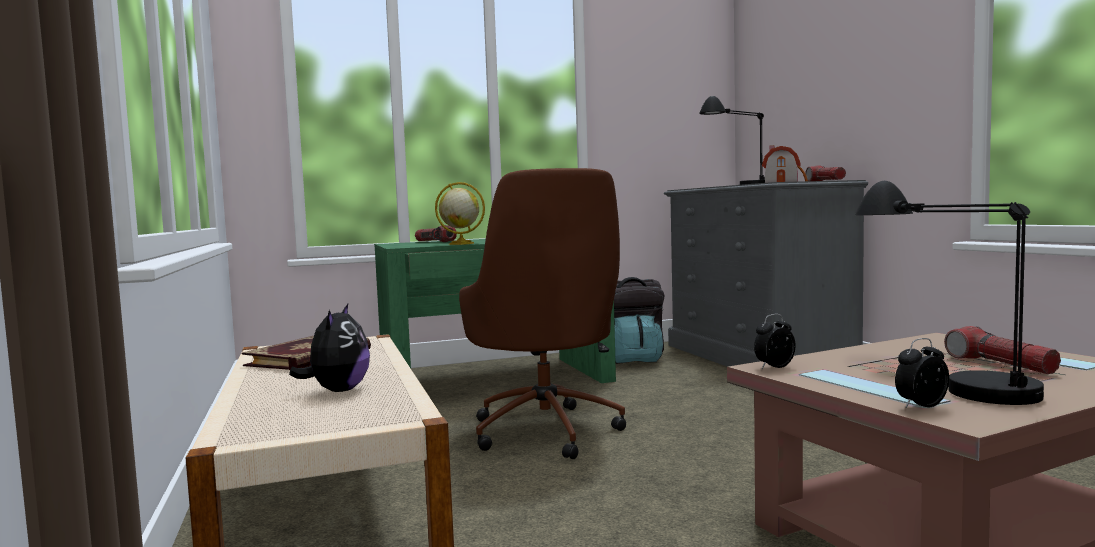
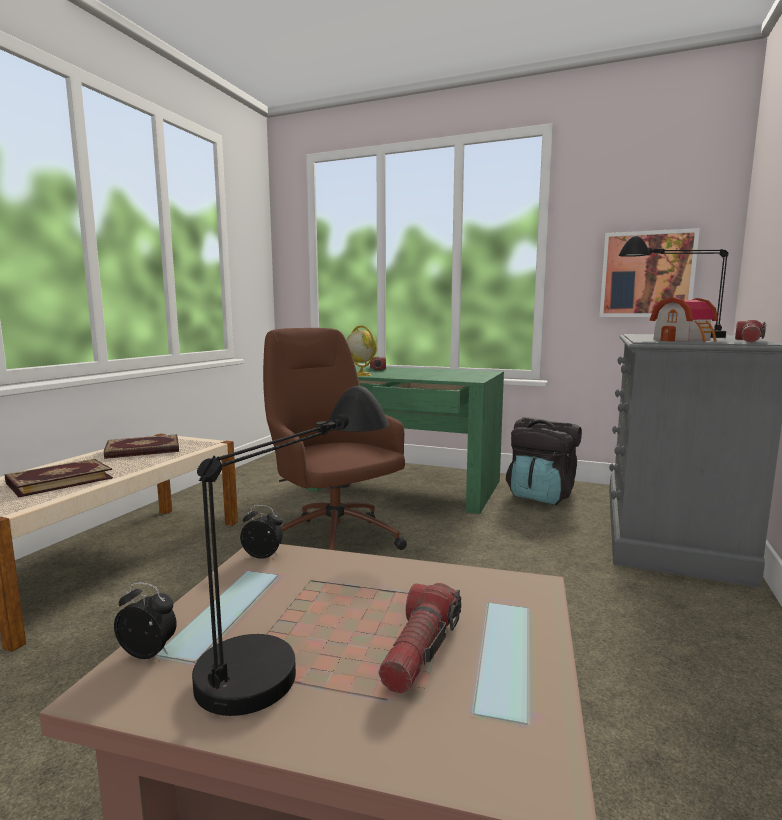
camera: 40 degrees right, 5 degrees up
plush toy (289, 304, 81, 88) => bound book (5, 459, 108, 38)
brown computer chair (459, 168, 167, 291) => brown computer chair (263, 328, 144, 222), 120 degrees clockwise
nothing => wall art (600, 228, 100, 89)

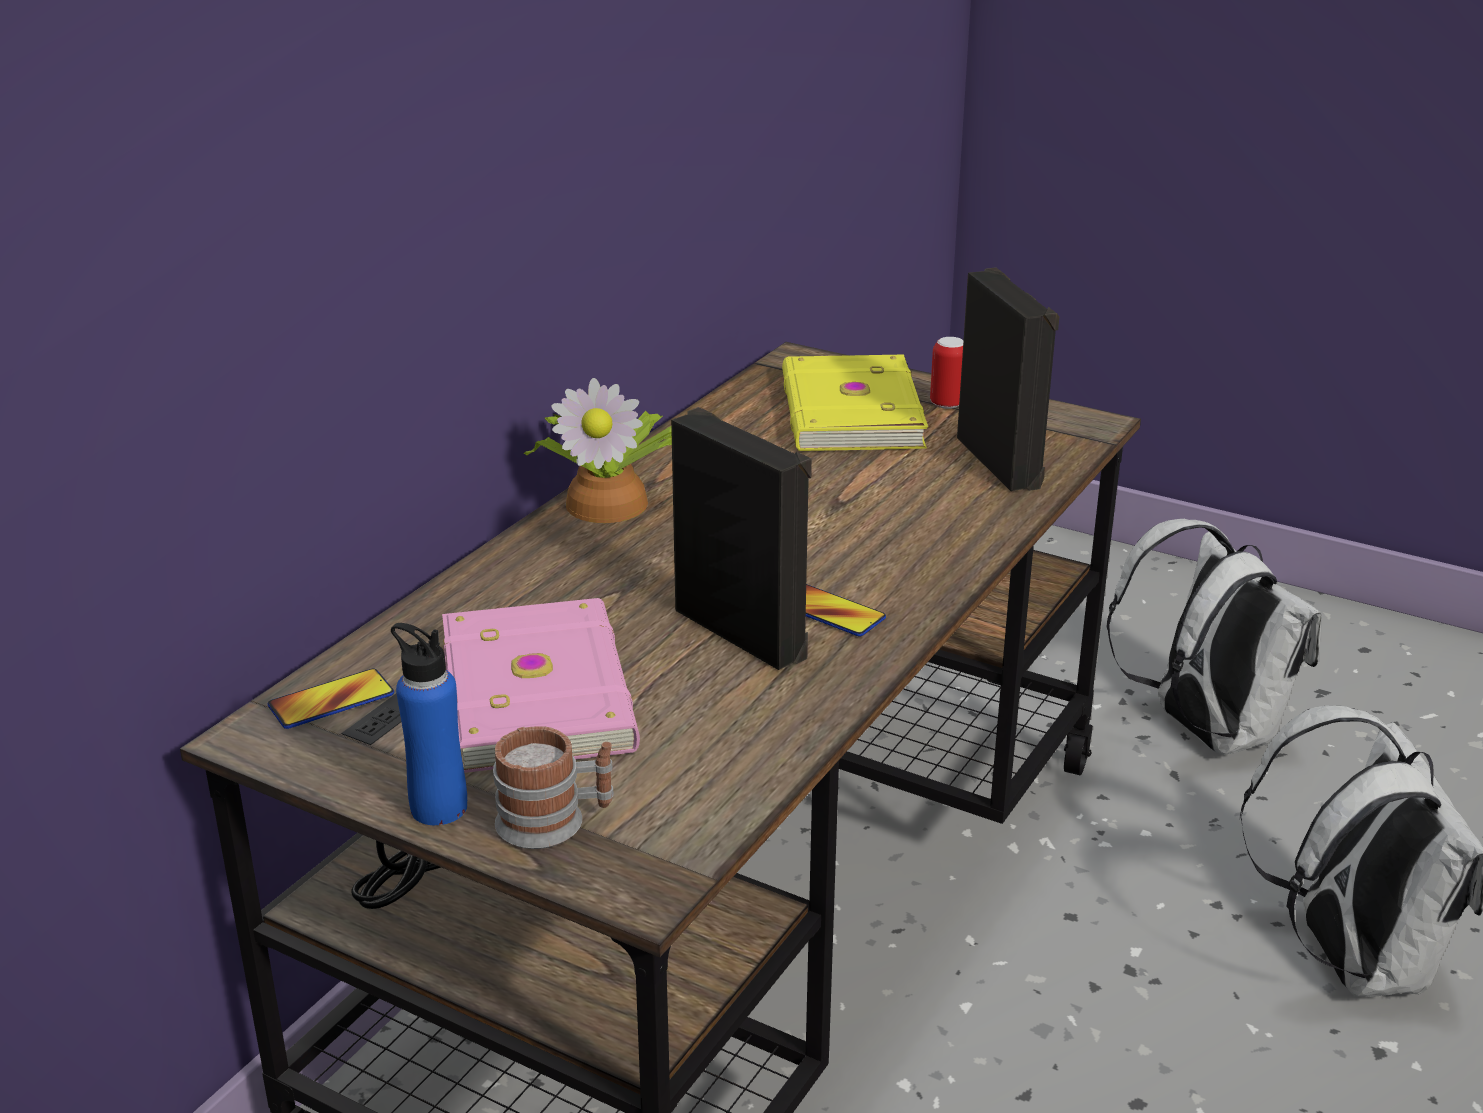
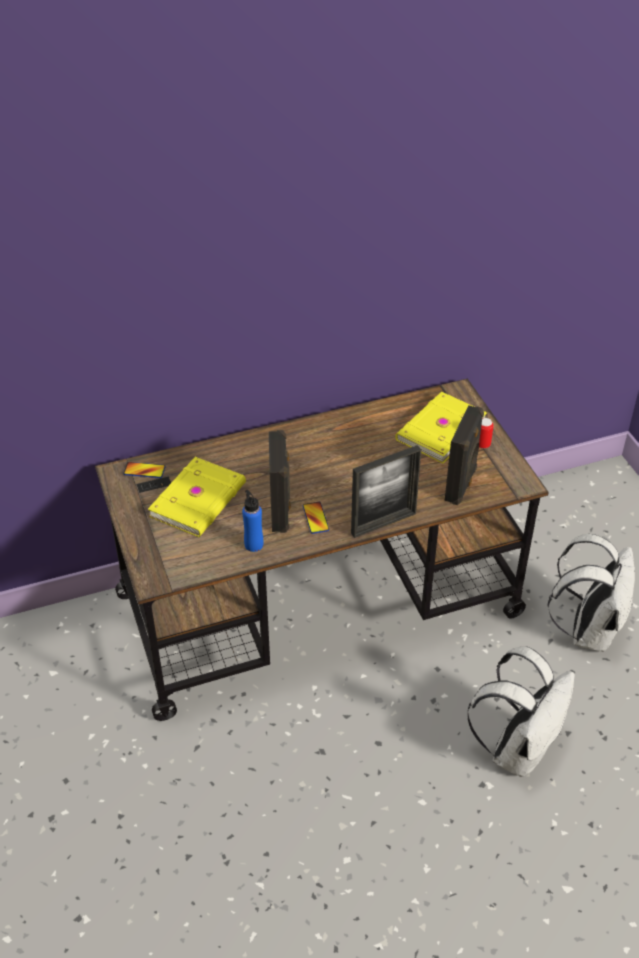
camera: 40 degrees right, 15 degrees up
pinkish bound book (442, 598, 198, 175) => yellow bound book (148, 457, 98, 80)
blue drink bottle (391, 623, 76, 202) => blue drink bottle (242, 490, 21, 62), move
nothing => standing frame (351, 445, 70, 93)
coffee mug (493, 726, 121, 123) => nothing
potted plant (523, 378, 149, 145) => nothing

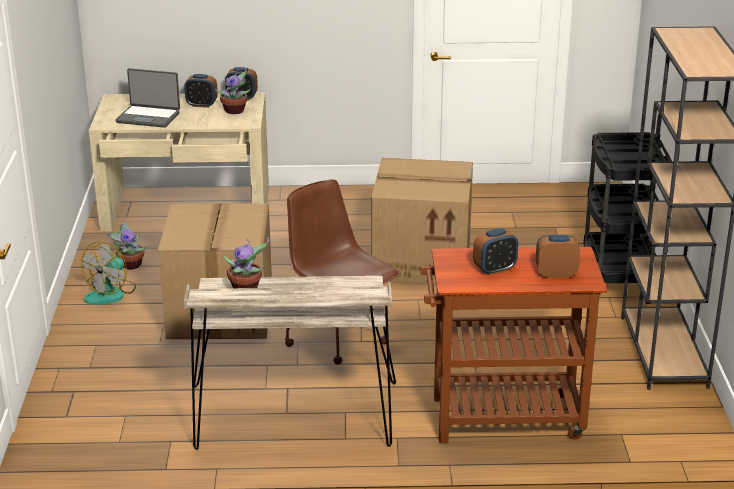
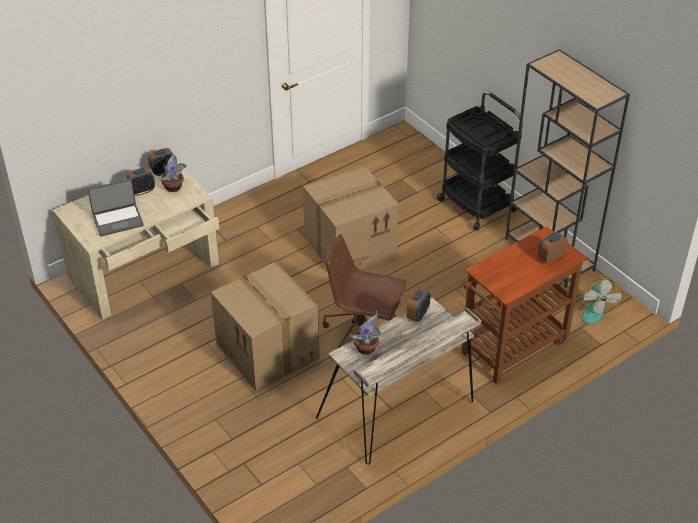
camera: 35 degrees left, 15 degrees up
bedside clock (473, 228, 45, 47) => bedside clock (406, 288, 25, 34), move
cooling fan (81, 241, 55, 63) => cooling fan (574, 278, 49, 46), move
potted plant (107, 219, 39, 50) => nothing

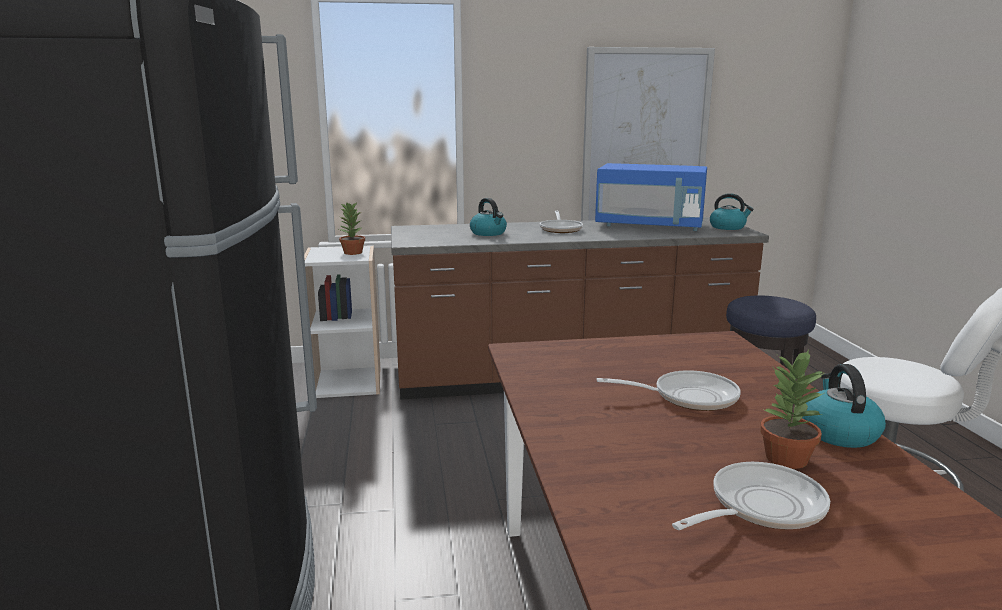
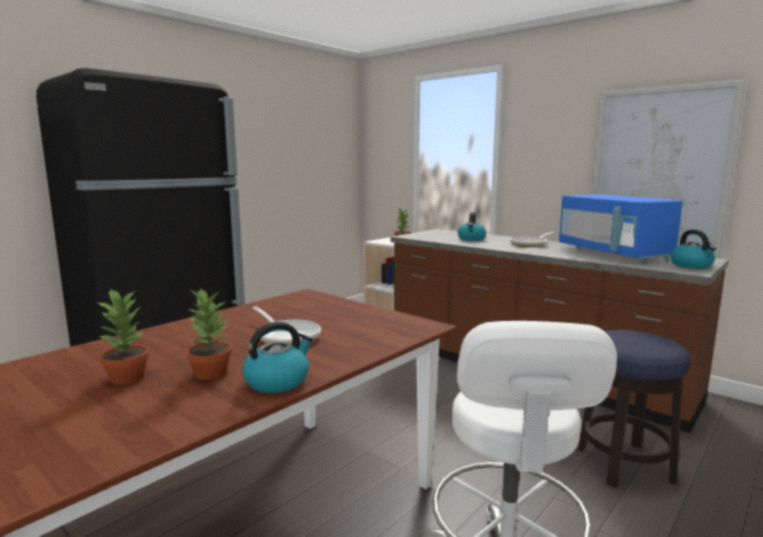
camera: 50 degrees right, 5 degrees down
frying pan (672, 462, 158, 68) => potted plant (97, 288, 53, 96)

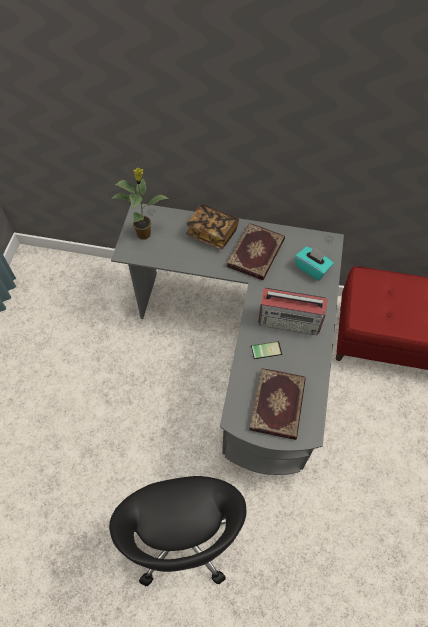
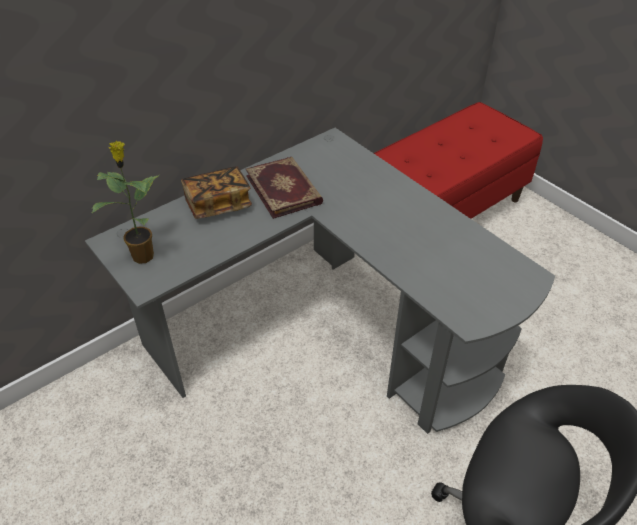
camera: 50 degrees left, 15 degrees down
bound book (249, 368, 57, 72) => nothing
phone (251, 339, 31, 20) => nothing
radio receiver (258, 288, 69, 47) => nothing
turquoise tissue holder (295, 246, 39, 34) => nothing

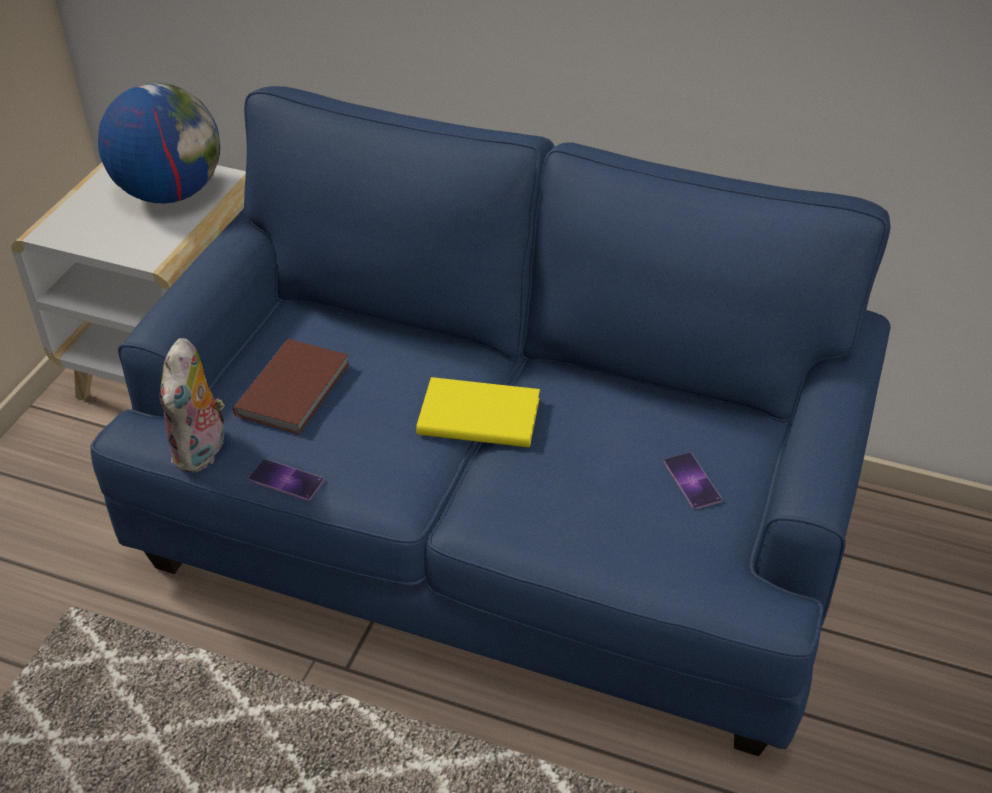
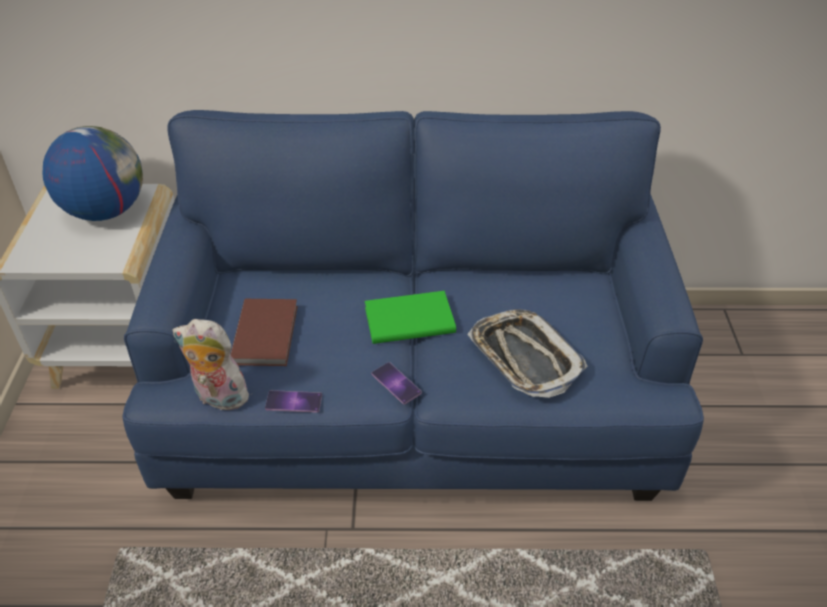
camera: 20 degrees left, 0 degrees up
plush toy (160, 338, 65, 134) => plush toy (172, 319, 83, 91), 120 degrees clockwise
yellow bound book (416, 377, 124, 71) => greenish bound book (365, 291, 91, 53)
phone (664, 452, 58, 57) => phone (372, 362, 50, 42), move
nothing => carrying tray (468, 309, 120, 89)

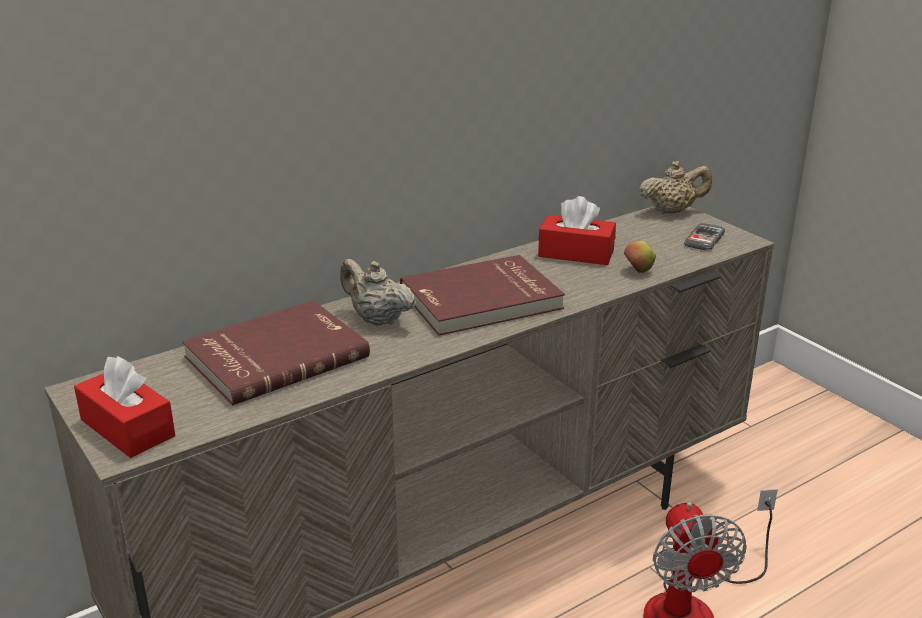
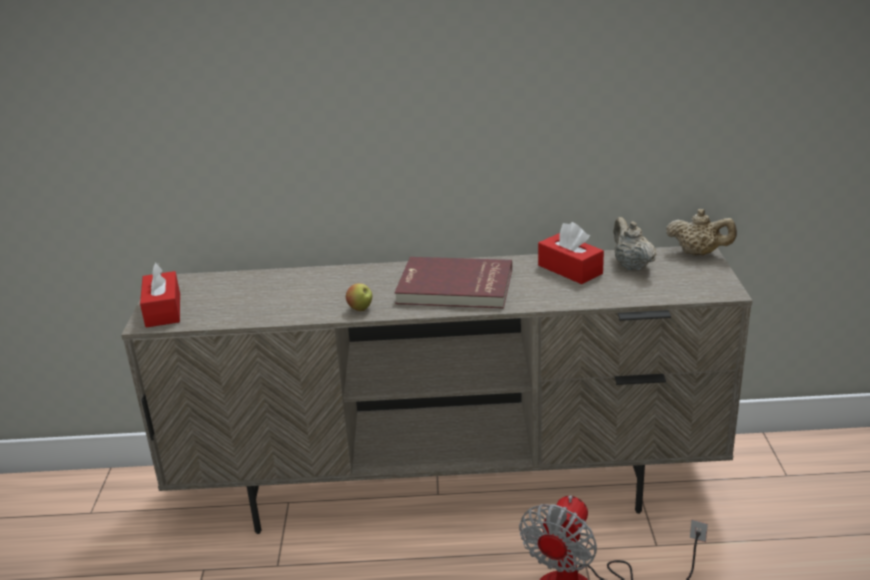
camera: 35 degrees right, 0 degrees up
apple fruit (624, 241, 32, 32) => apple fruit (346, 283, 26, 28), move
sand-coloured tea pot (340, 259, 76, 67) => sand-coloured tea pot (614, 217, 43, 54), move
reddish bound book (182, 300, 188, 106) => nothing
phone (684, 223, 41, 27) => nothing

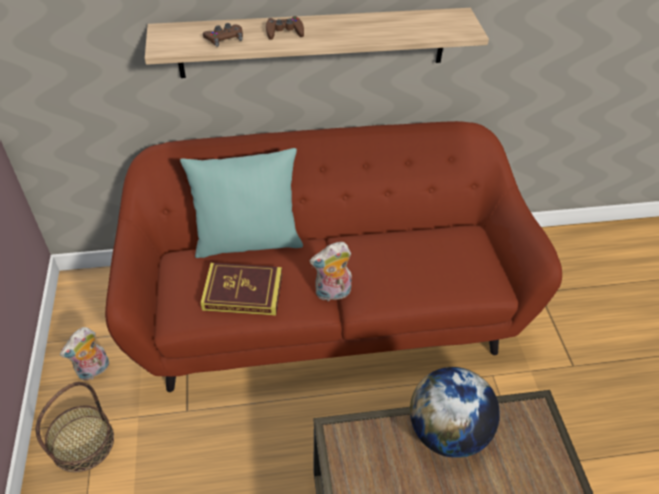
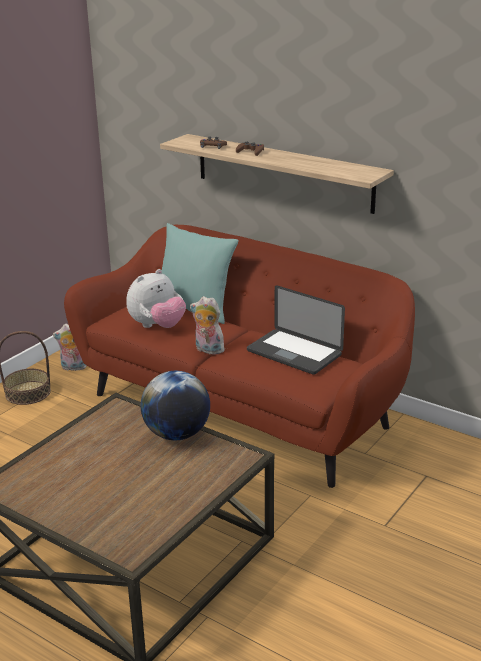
camera: 45 degrees right, 20 degrees down
bound book (200, 263, 82, 53) => plush toy (126, 269, 60, 59)
nothing => notebook computer (247, 285, 98, 90)

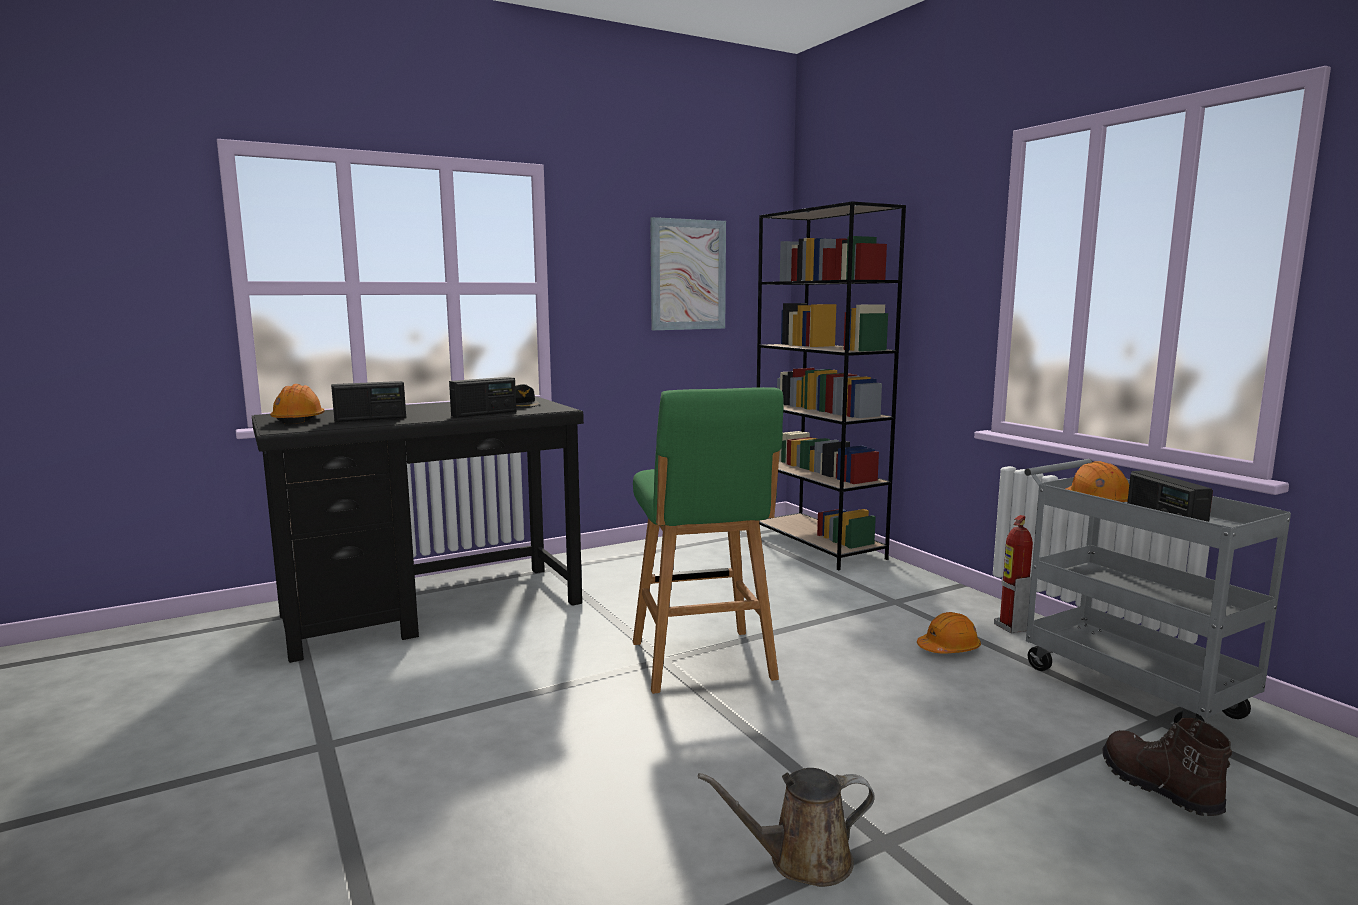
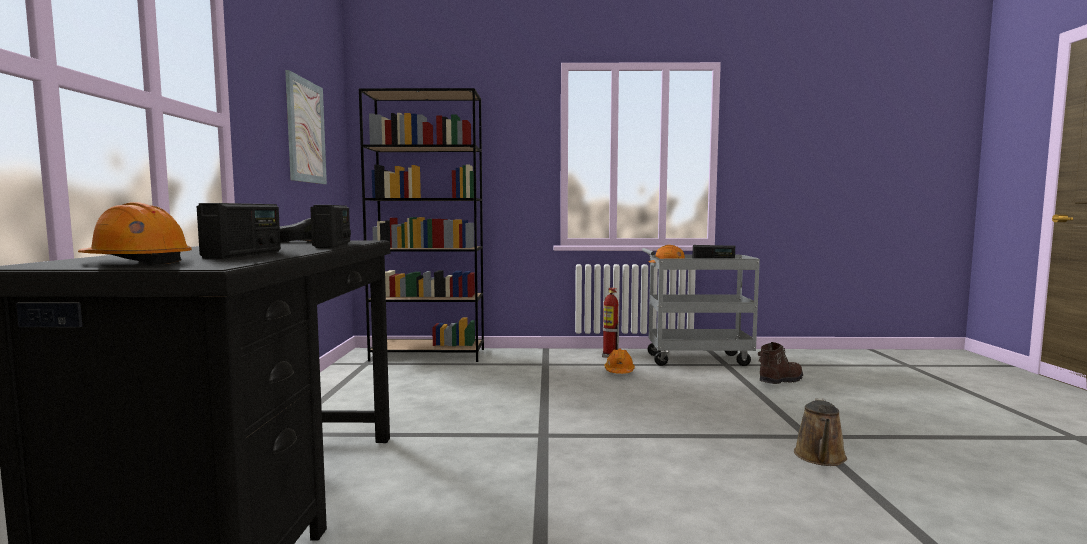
camera: 60 degrees left, 5 degrees down
brown tall boot (1103, 718, 129, 98) => brown tall boot (758, 342, 45, 42), 135 degrees clockwise
greenish sitting stool (633, 387, 151, 307) => nothing

